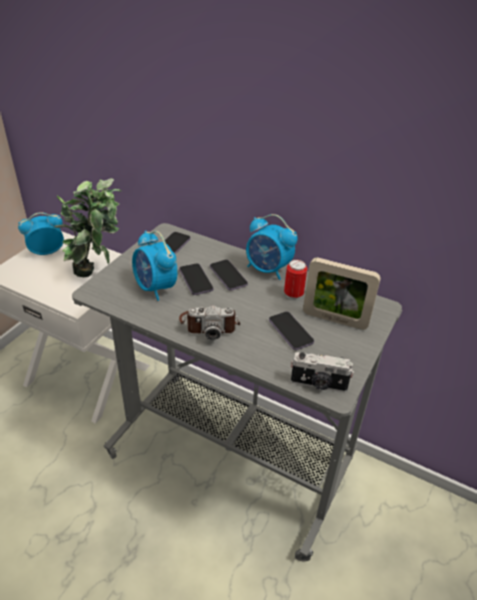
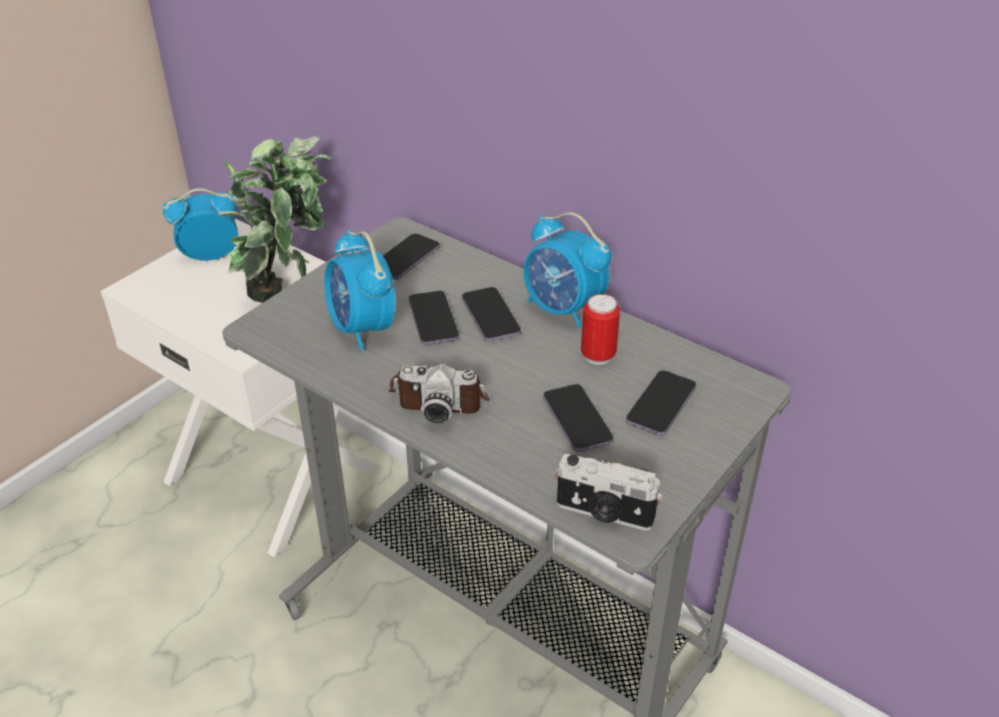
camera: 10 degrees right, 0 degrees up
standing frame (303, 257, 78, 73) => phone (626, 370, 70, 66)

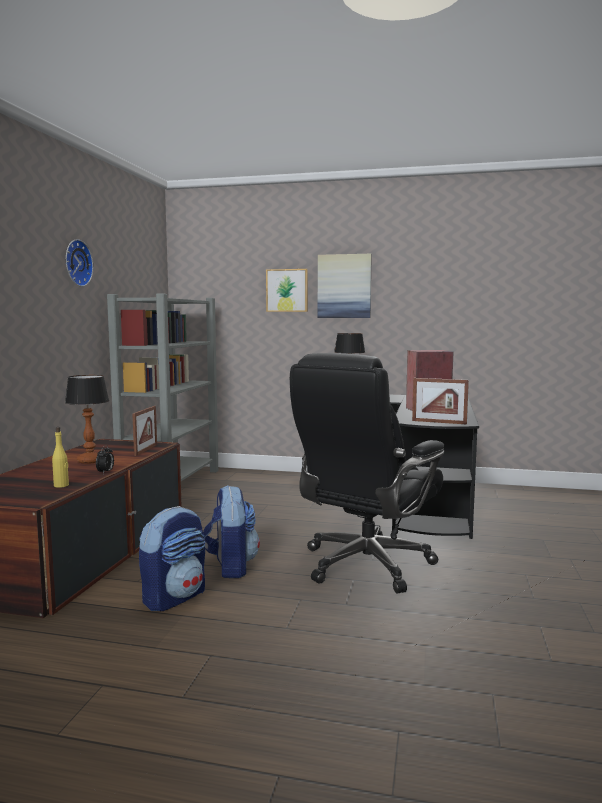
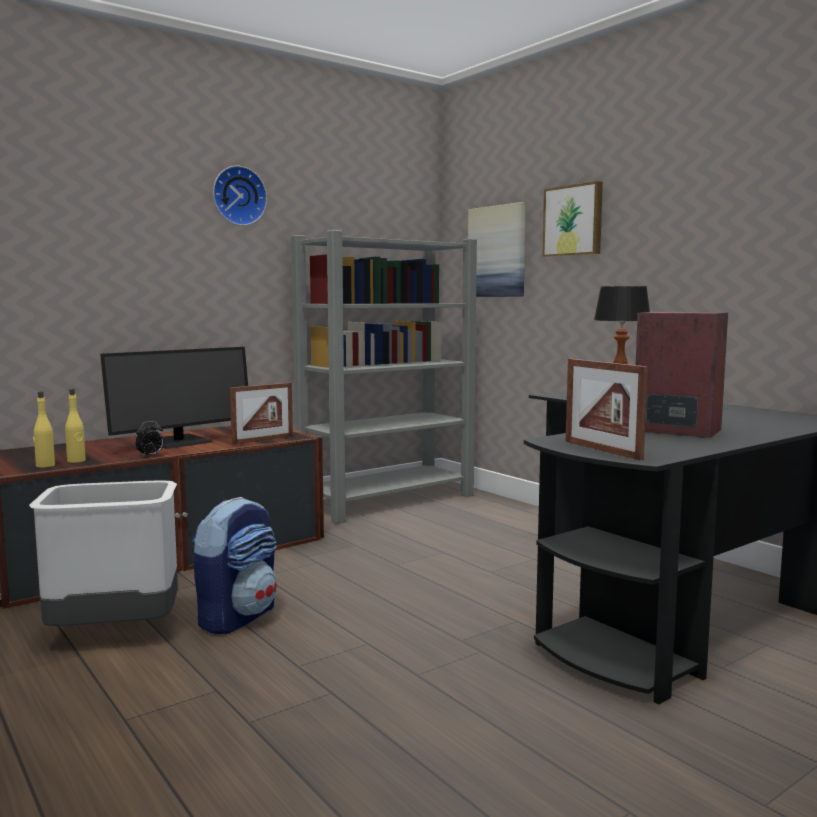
camera: 40 degrees right, 0 degrees up
rucksack (139, 506, 66, 105) => greyish rubbish bin (29, 480, 149, 146)
nothing => yellow drink bottle (33, 391, 22, 77)
table lamp (65, 375, 44, 89) => computer screen (100, 347, 148, 102)
wall art (318, 254, 54, 64) => wall art (468, 202, 58, 95), move
blackish computer chair (290, 353, 154, 241) => nothing

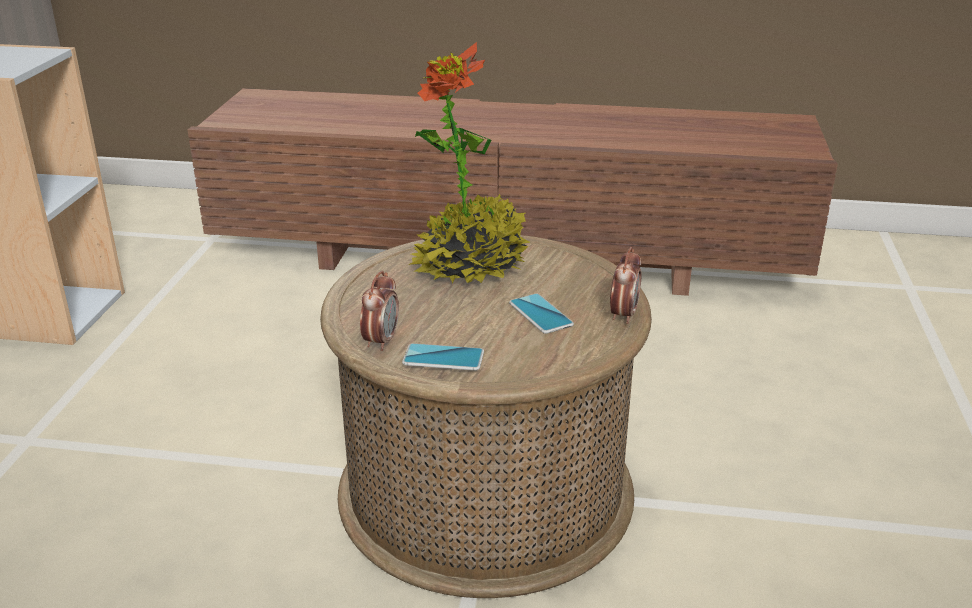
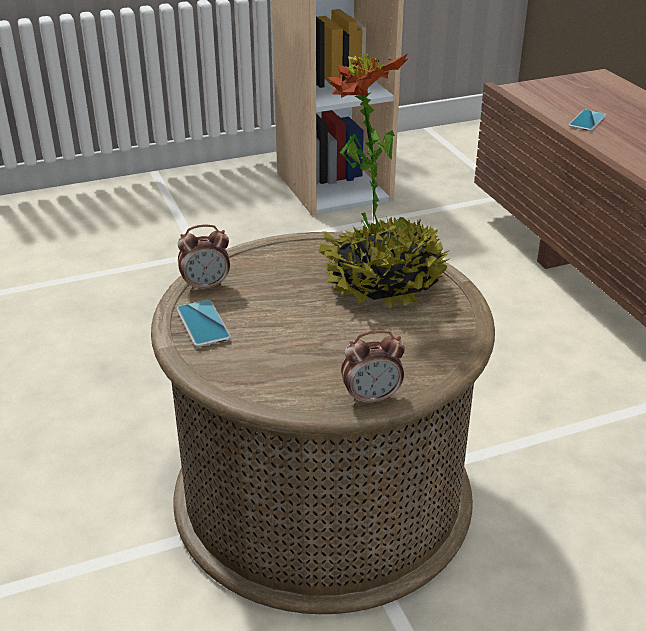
camera: 60 degrees right, 5 degrees up
phone (509, 293, 65, 41) => phone (568, 110, 38, 21), move

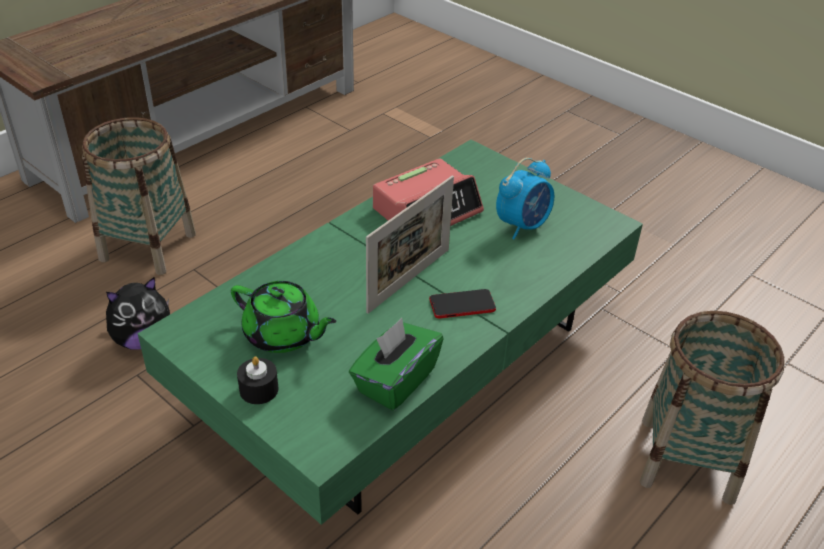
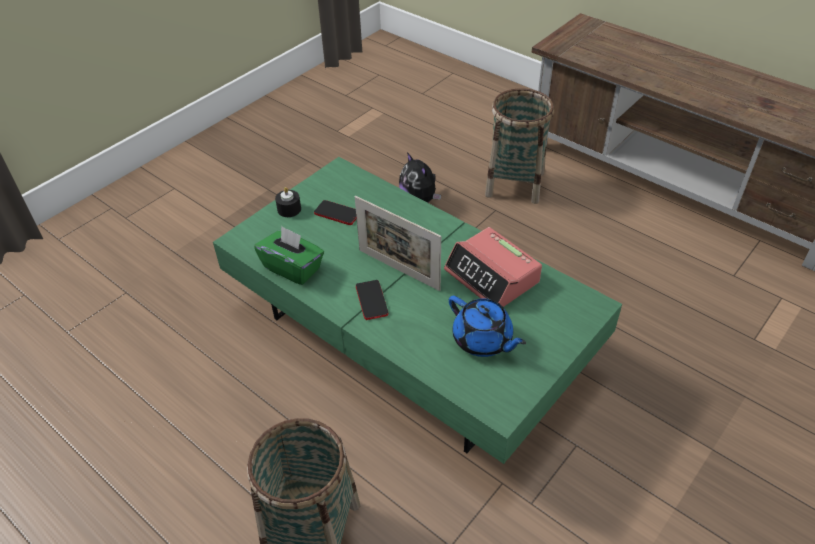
camera: 90 degrees right, 5 degrees up
greenish tea pot (231, 281, 105, 72) => phone (314, 200, 43, 25)
bedside clock (496, 158, 58, 82) => blue tea pot (449, 296, 77, 61)

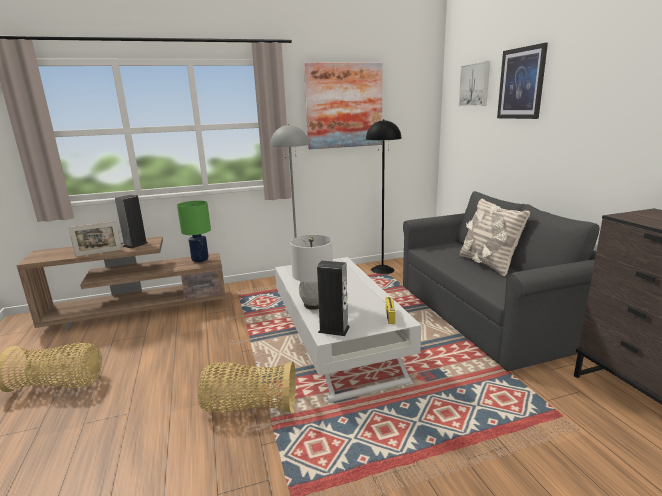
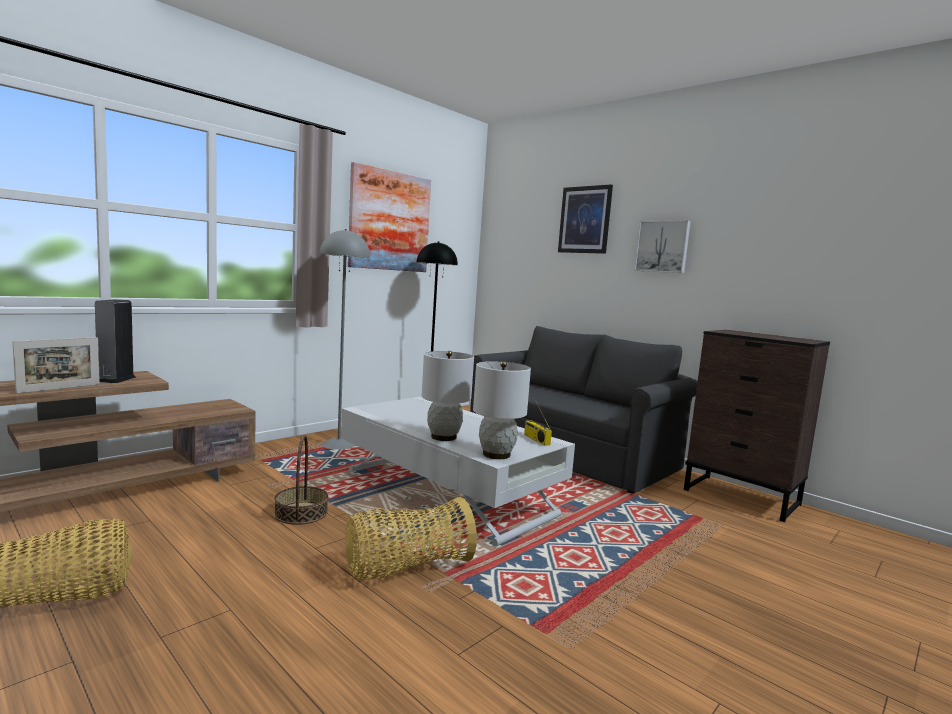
camera: 30 degrees left, 10 degrees down
nothing => basket (274, 435, 54, 90)
loudspeaker (317, 261, 33, 75) => white table lamp (473, 361, 58, 98)
wall art (458, 61, 32, 46) => wall art (634, 220, 57, 53), move
greenish table lamp (177, 201, 34, 61) => nothing
sand-coloured throw pillow (460, 198, 70, 78) => nothing

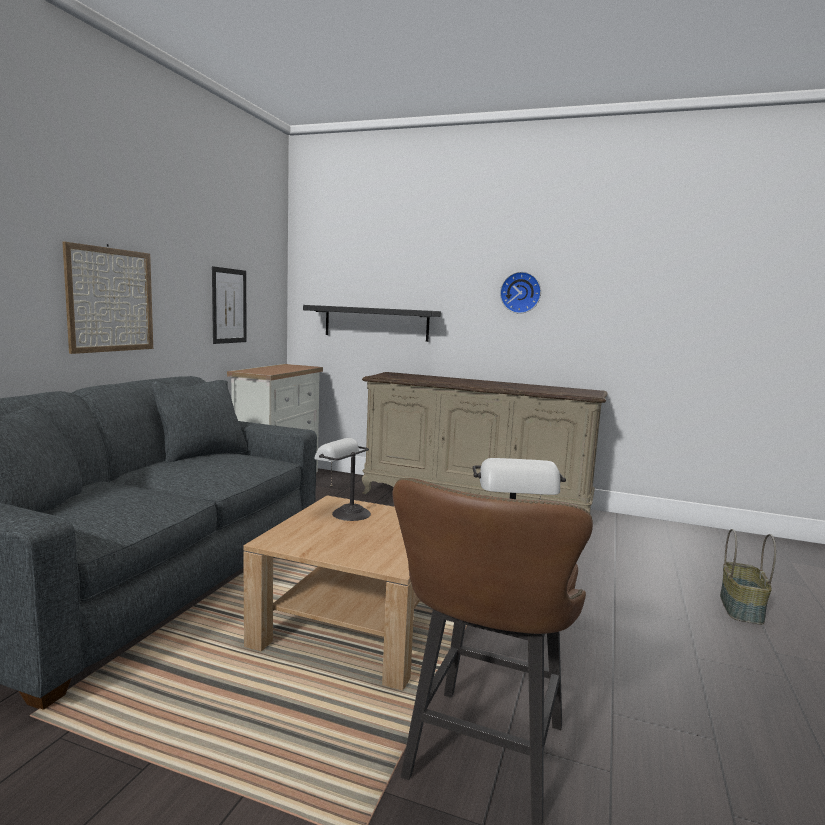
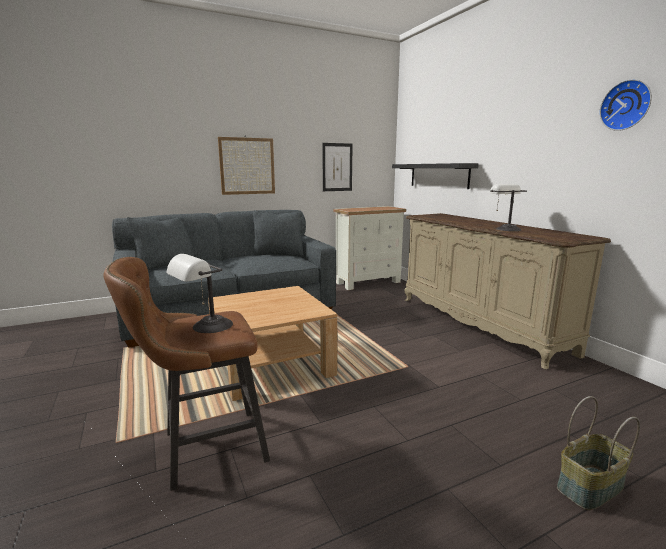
camera: 45 degrees right, 5 degrees up
table lamp (314, 438, 57, 83) => table lamp (489, 184, 38, 47), move
hanging clock (500, 272, 41, 42) => hanging clock (600, 79, 52, 52), move

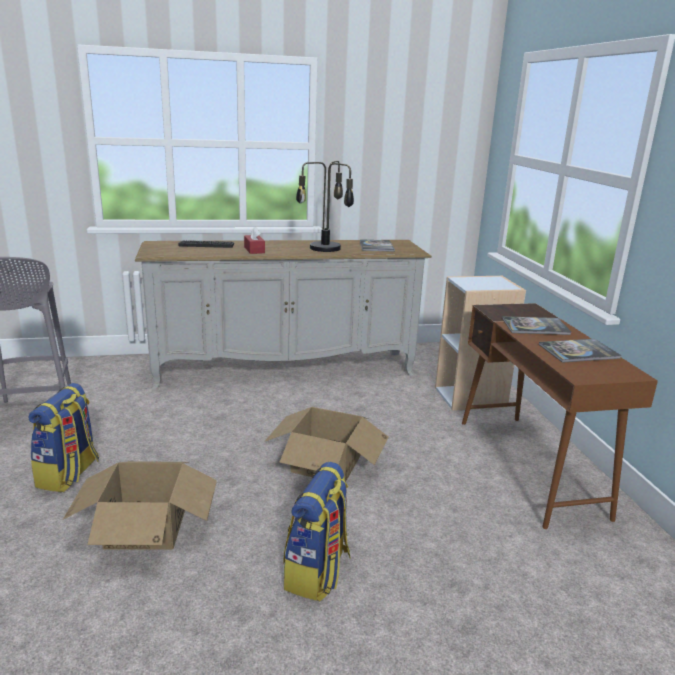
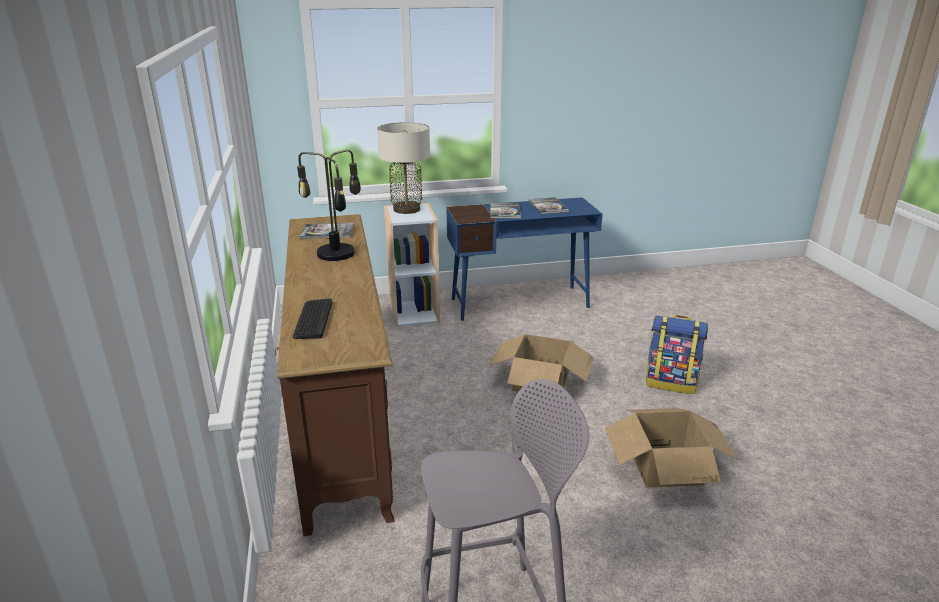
camera: 90 degrees left, 5 degrees up
greyish storage cabinet (135, 240, 297, 149) => brown storage cabinet (275, 214, 119, 322)
nothing => table lamp (377, 122, 53, 92)
brown desk table (462, 303, 196, 226) => blue desk table (447, 197, 156, 124)
rucksack (28, 383, 71, 109) => nothing
reddish tissue holder (244, 226, 21, 28) => nothing

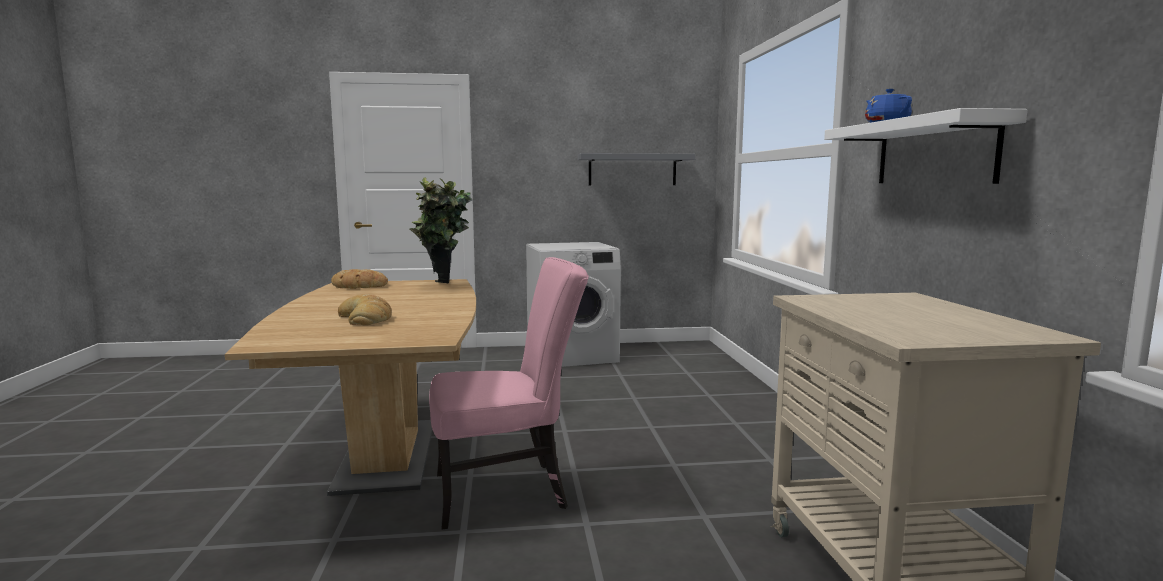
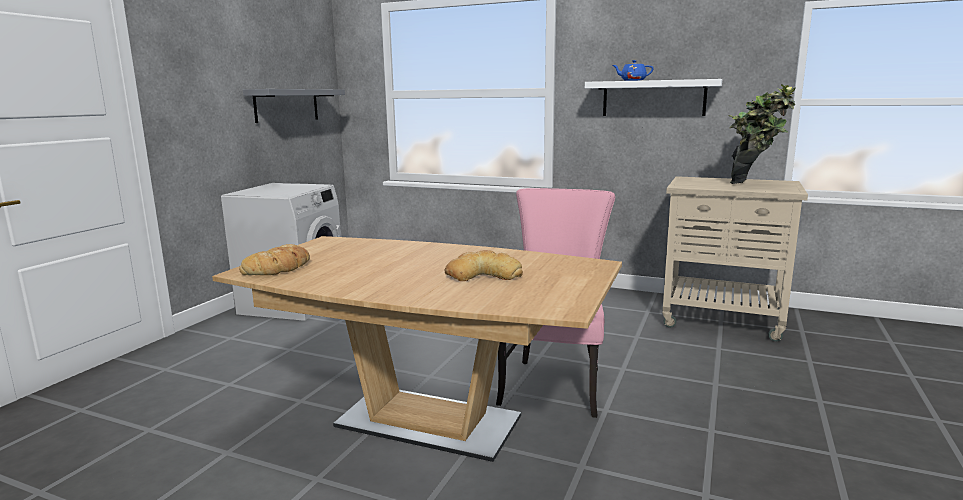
camera: 60 degrees left, 5 degrees up
potted plant (410, 177, 62, 106) => potted plant (728, 84, 68, 100), move

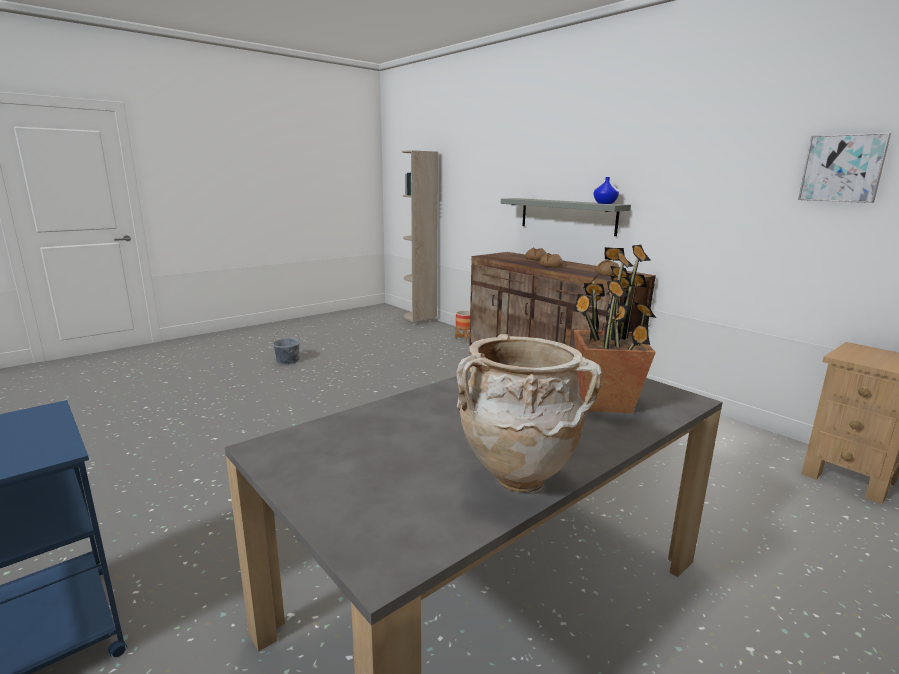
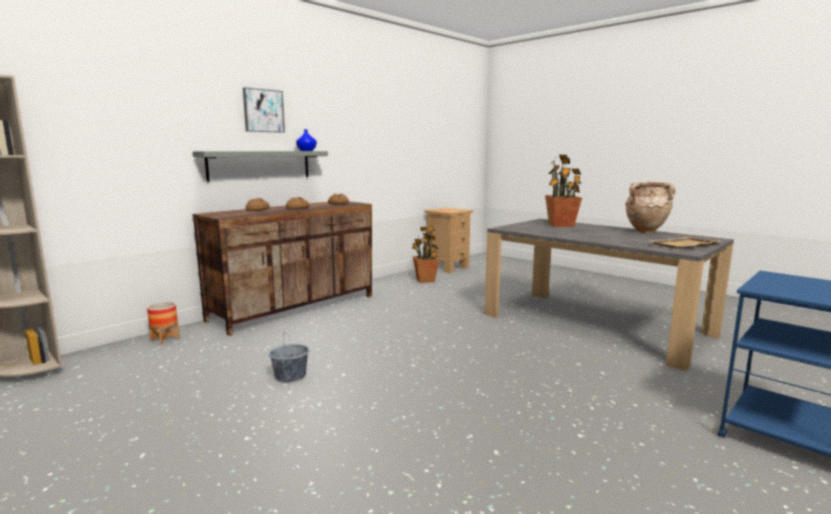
camera: 95 degrees left, 5 degrees down
wall art (798, 133, 93, 70) => wall art (243, 88, 42, 45), move
greyish water bucket (273, 328, 27, 36) => greyish water bucket (269, 331, 40, 51), move
nothing => potted plant (412, 226, 27, 57)
nothing => sand-coloured carrying tray (647, 237, 74, 11)

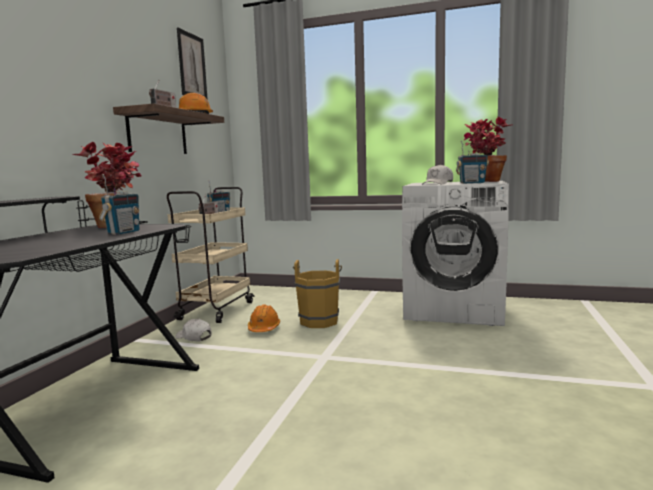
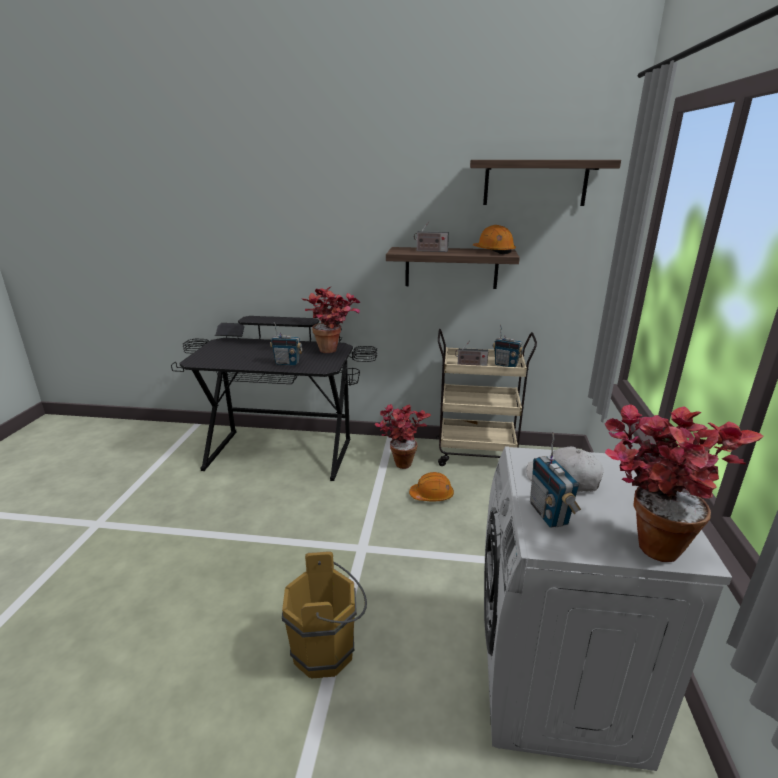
camera: 80 degrees right, 15 degrees up
brown water bucket (293, 259, 49, 69) => brown water bucket (282, 551, 85, 128), move
white cap (175, 319, 37, 23) => potted plant (375, 404, 56, 65)
wall art (177, 27, 31, 73) => shelf (470, 160, 151, 46)

